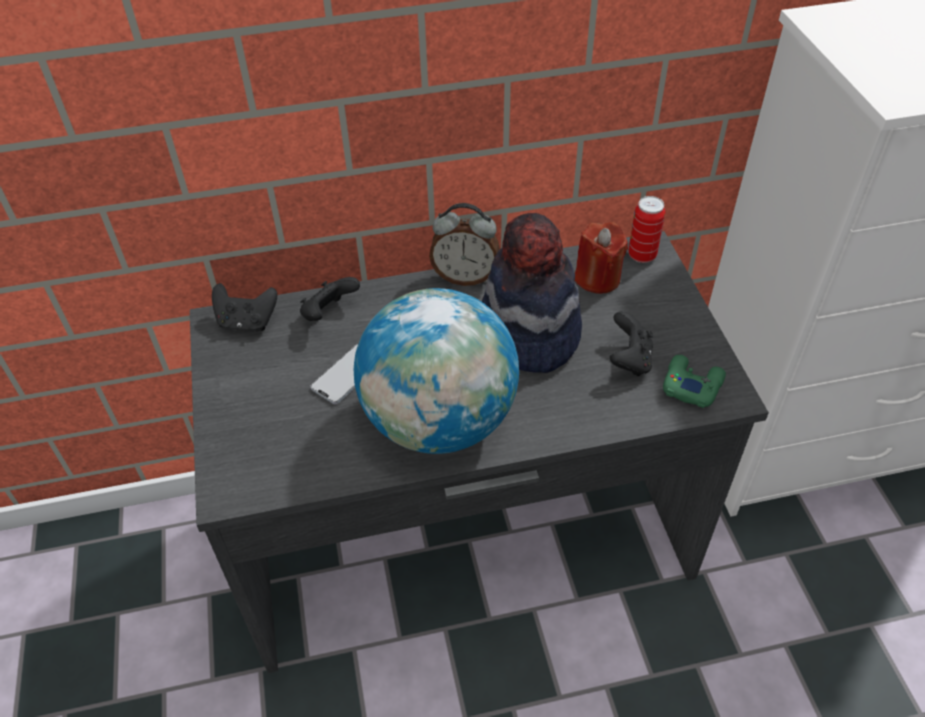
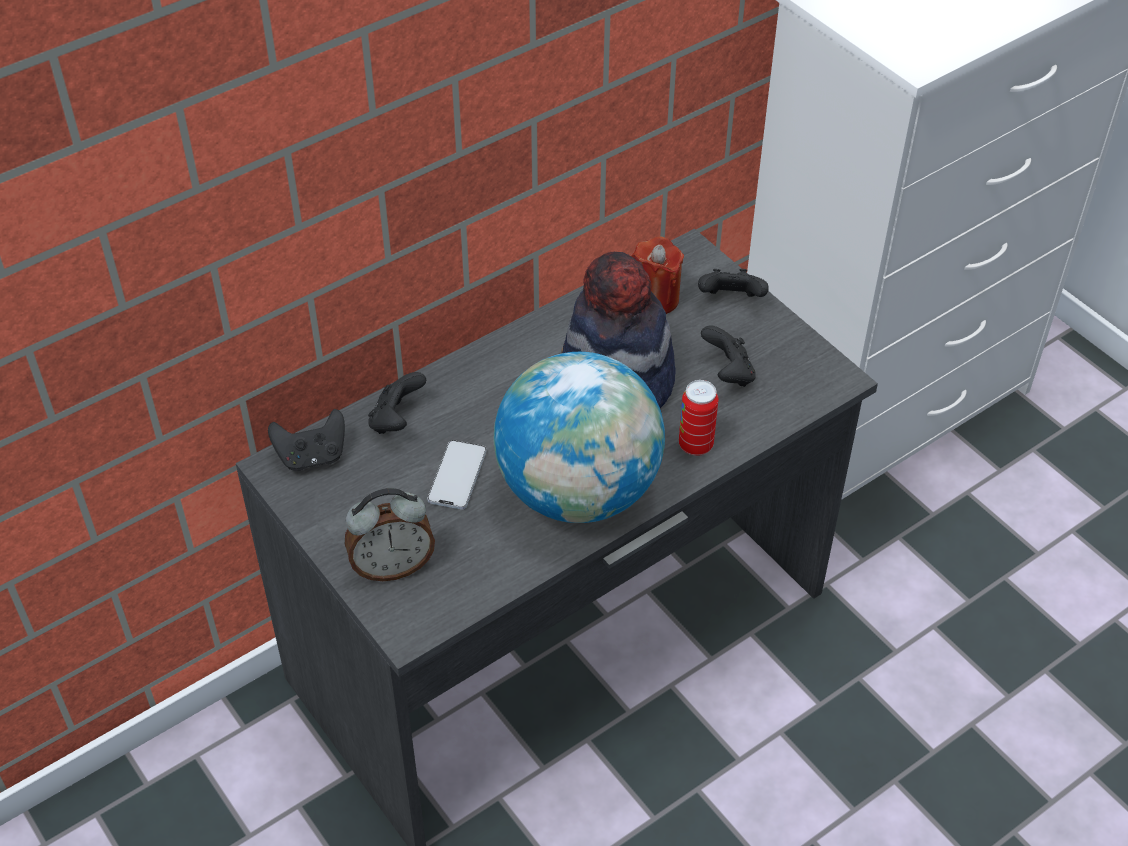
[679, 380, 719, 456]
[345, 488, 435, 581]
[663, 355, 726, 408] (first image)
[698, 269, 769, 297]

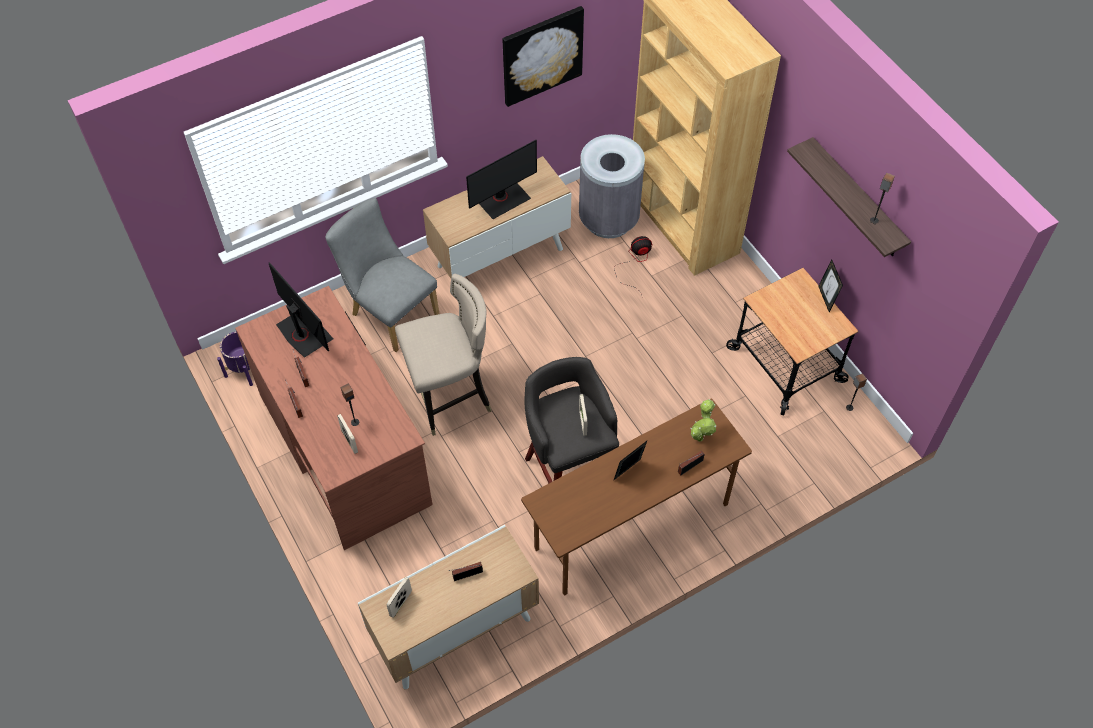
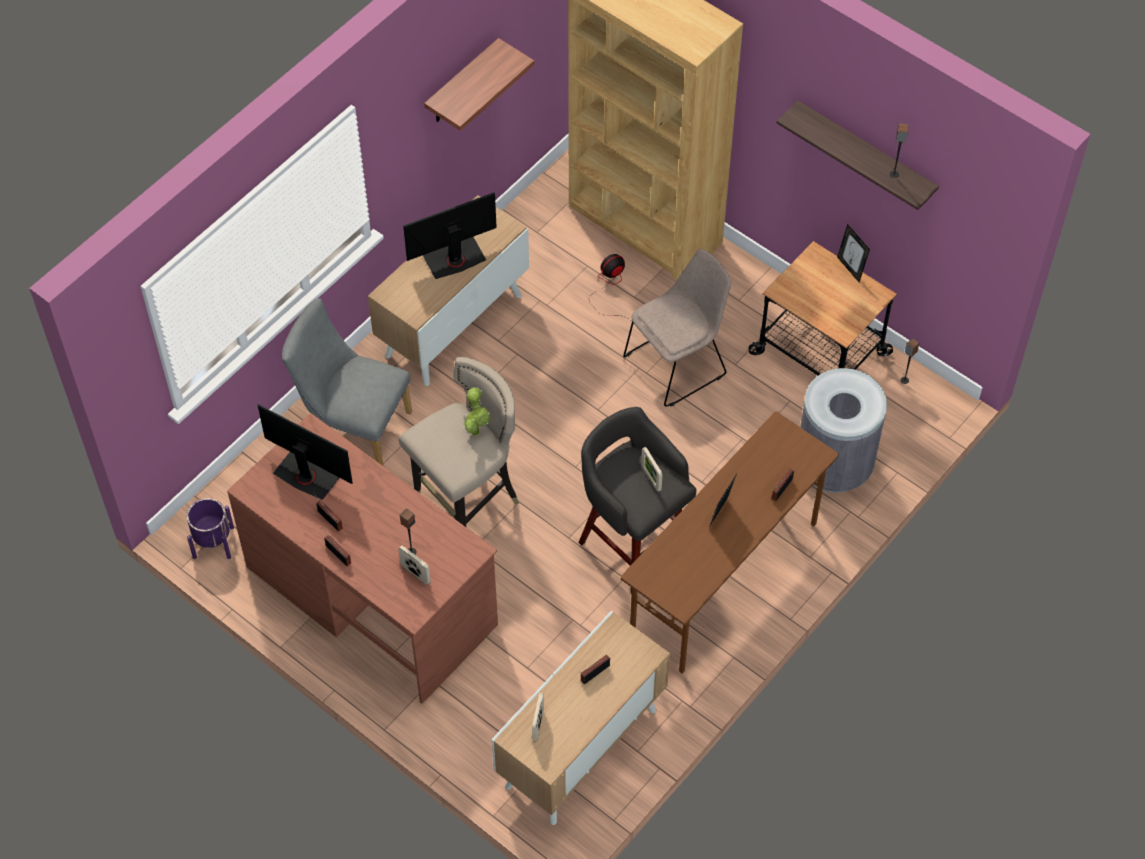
[424, 38, 535, 131]
[800, 368, 887, 493]
[403, 192, 497, 279]
[463, 387, 491, 436]
[623, 249, 731, 407]

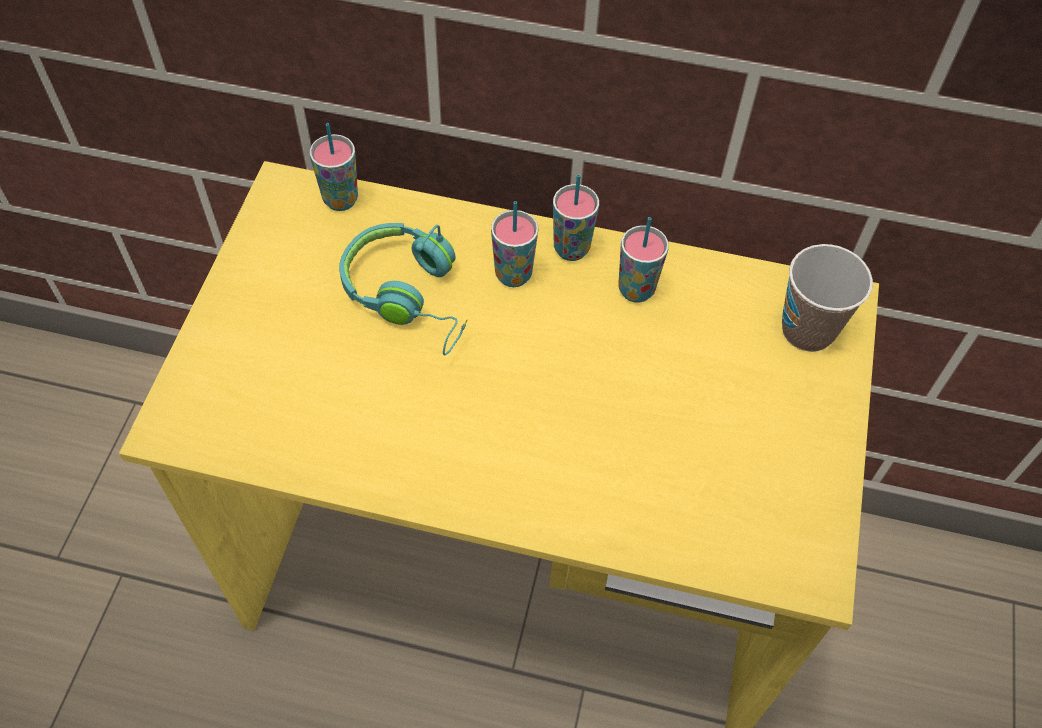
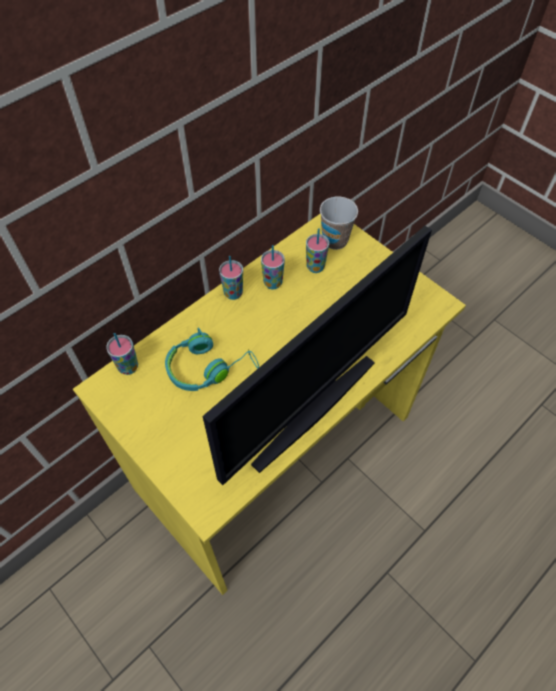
[306, 228, 329, 273]
[203, 226, 432, 485]

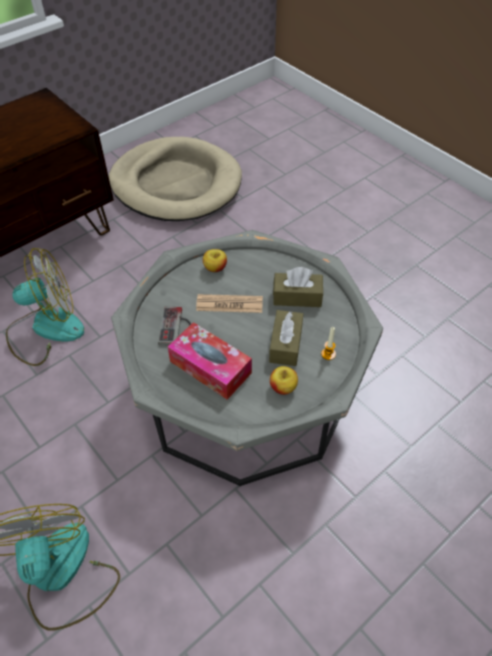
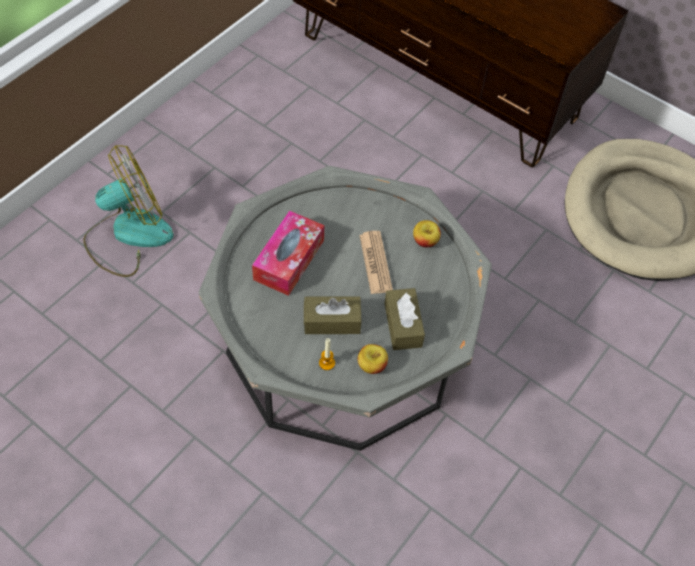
[6, 248, 84, 366] (first image)
[158, 307, 191, 345] (first image)
[358, 344, 388, 374]

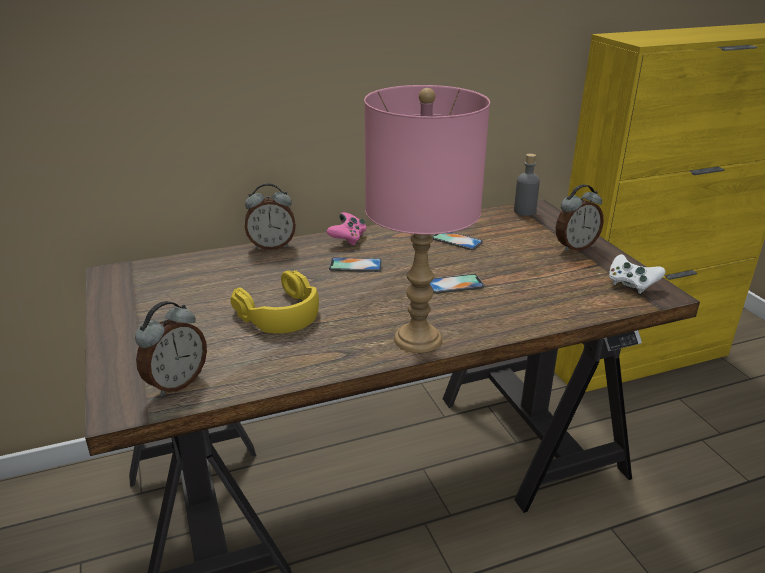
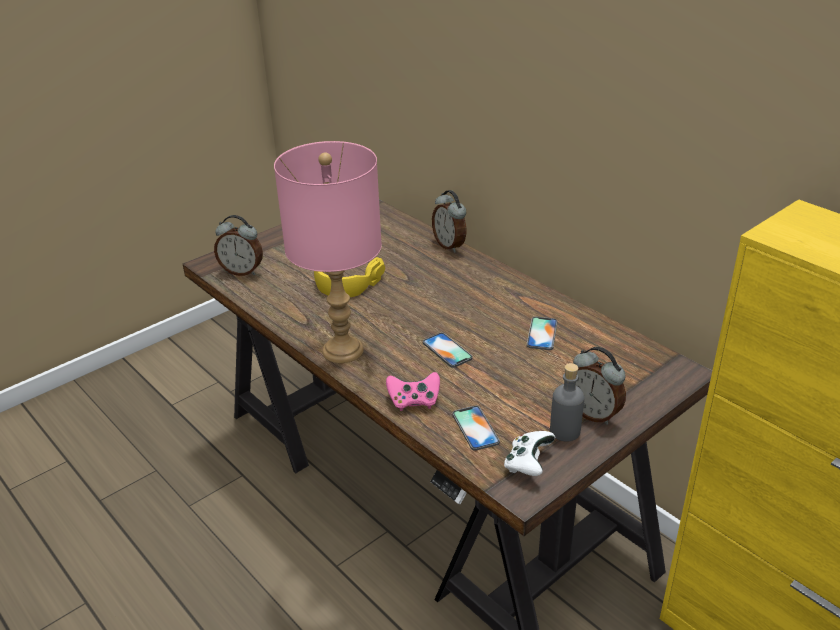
[550, 363, 584, 442]
[386, 372, 440, 411]
[453, 405, 500, 451]

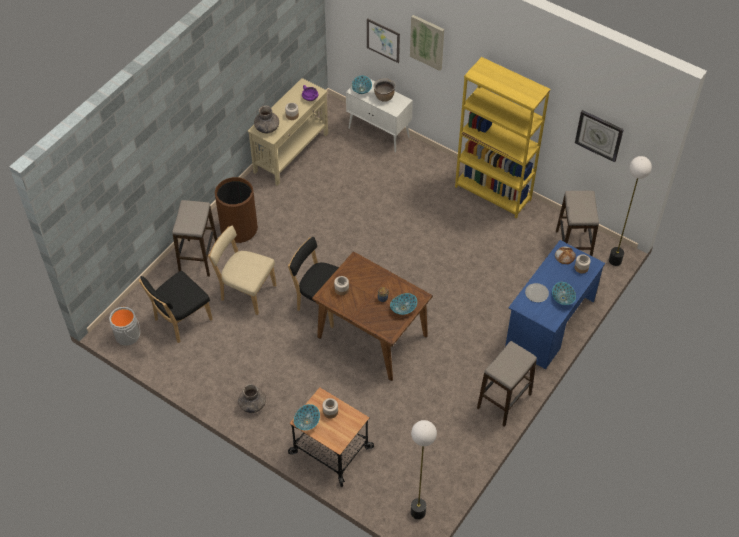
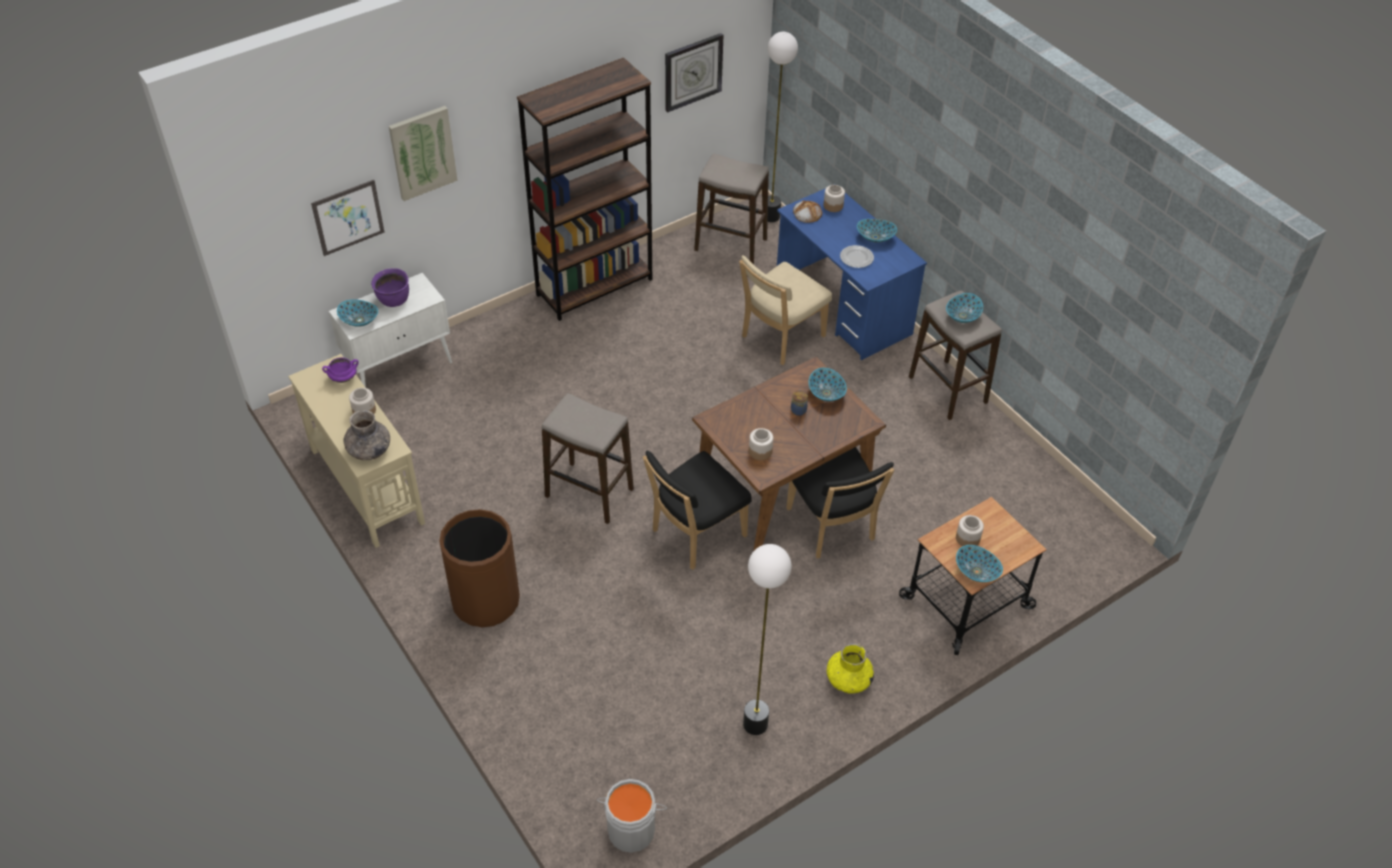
[517, 58, 652, 321]
[371, 268, 409, 307]
[542, 393, 634, 524]
[739, 255, 832, 365]
[786, 447, 894, 558]
[827, 643, 874, 694]
[743, 544, 791, 735]
[946, 293, 983, 323]

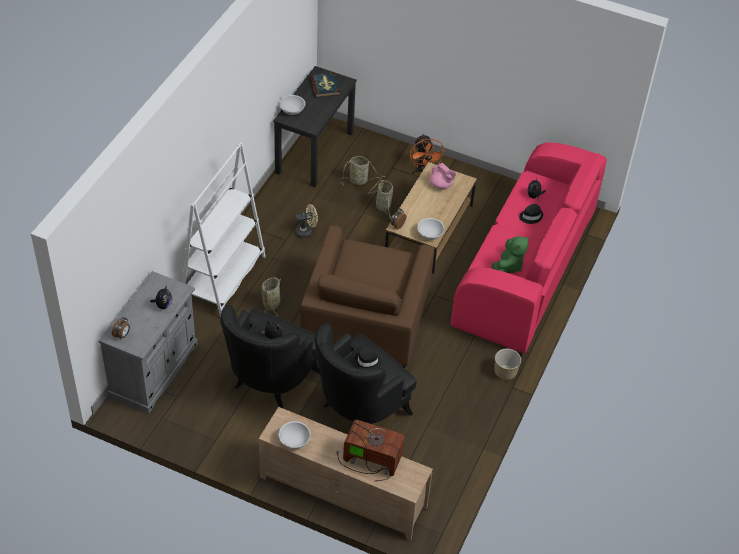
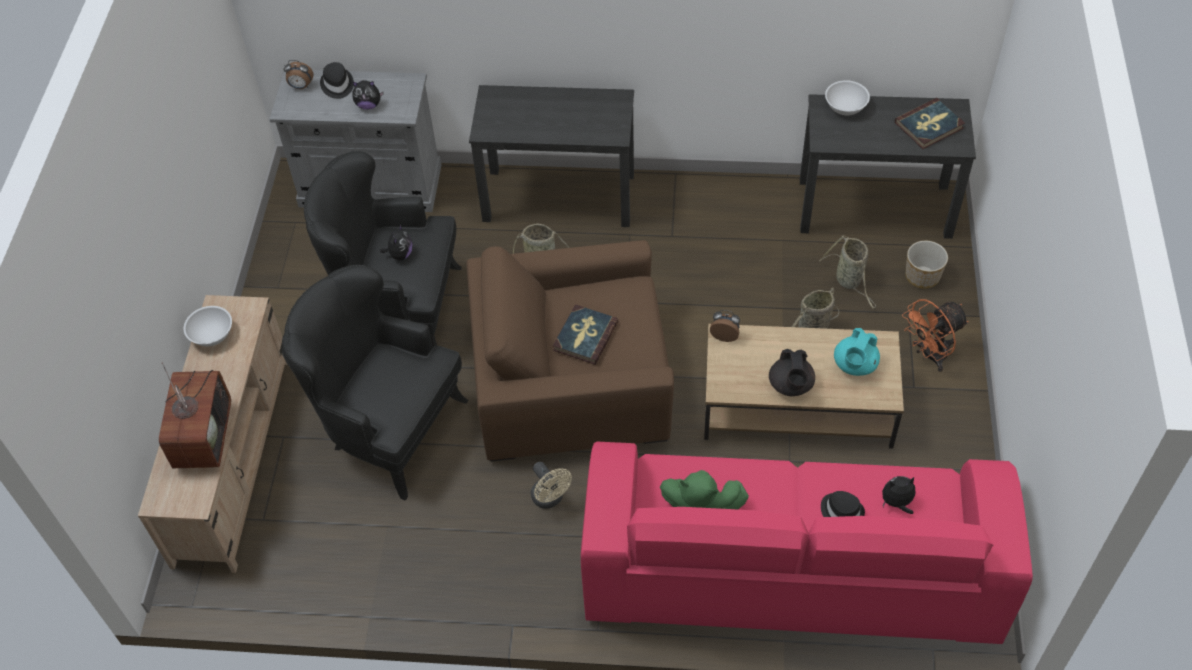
[469, 85, 634, 227]
[834, 328, 880, 376]
[531, 462, 572, 509]
[417, 218, 445, 240] (first image)
[320, 62, 354, 99]
[906, 241, 948, 289]
[553, 304, 618, 365]
[769, 349, 815, 396]

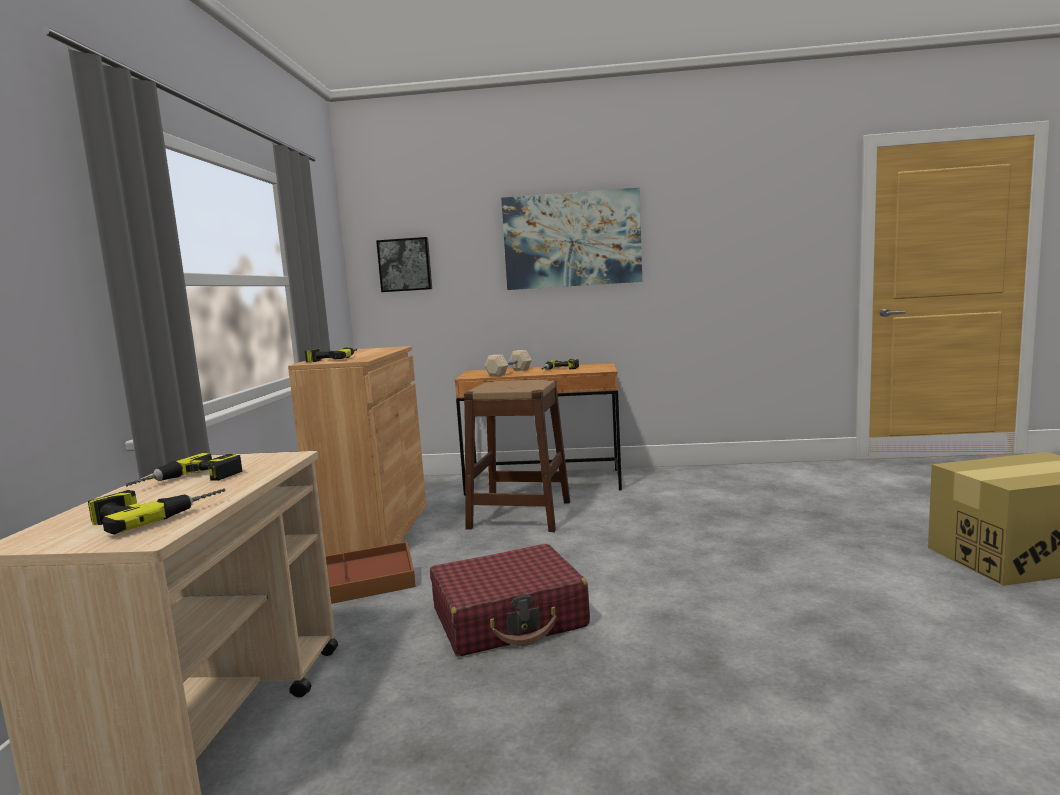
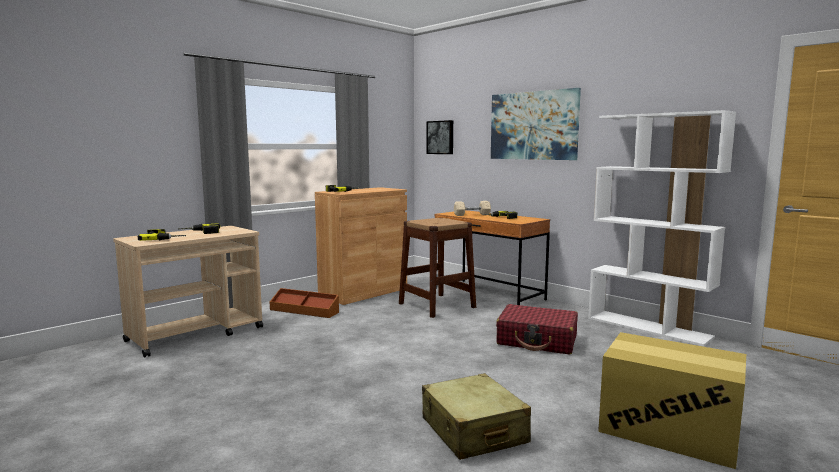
[496, 304, 578, 354]
[588, 110, 736, 347]
[422, 373, 531, 460]

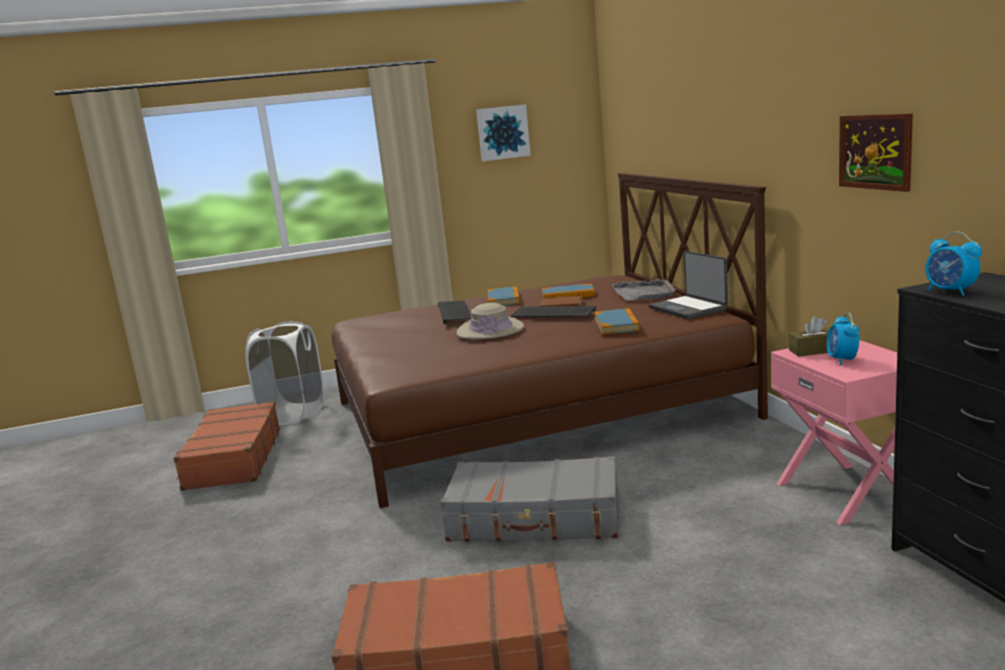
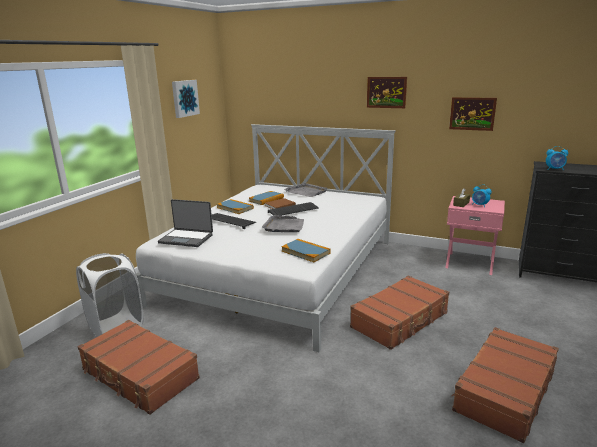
[136, 124, 396, 352]
[158, 199, 213, 247]
[262, 215, 304, 232]
[281, 239, 331, 262]
[350, 275, 449, 350]
[367, 77, 407, 108]

